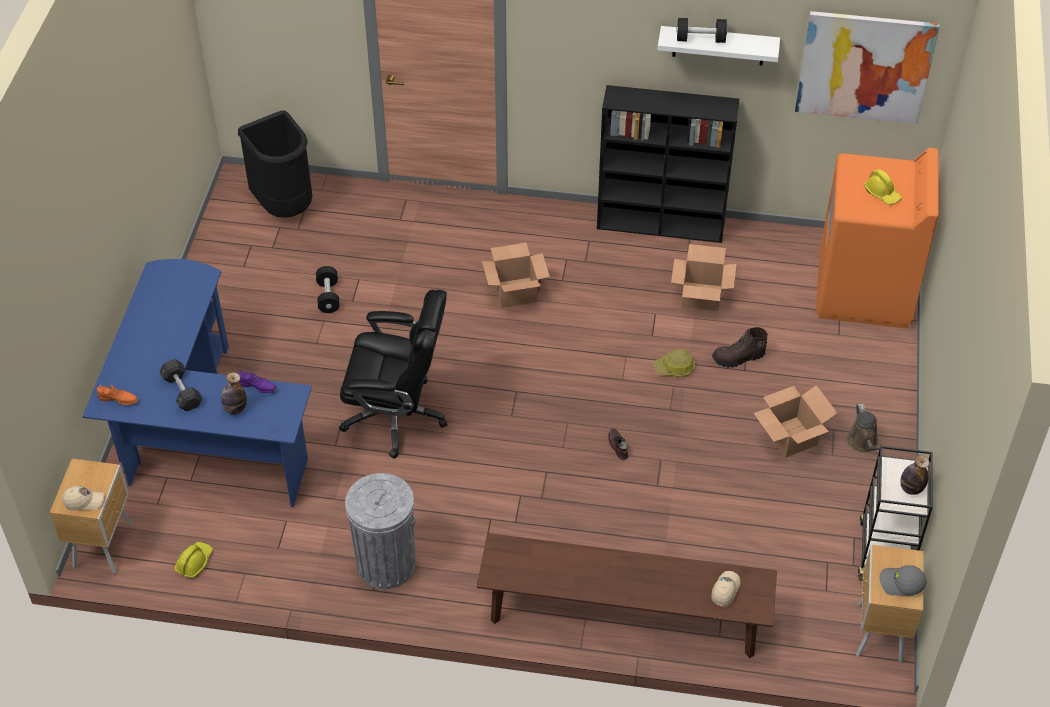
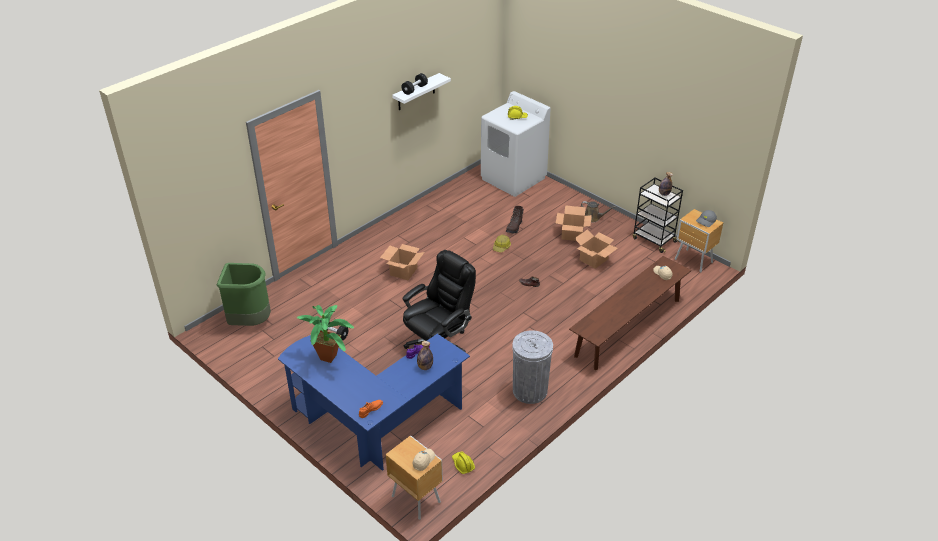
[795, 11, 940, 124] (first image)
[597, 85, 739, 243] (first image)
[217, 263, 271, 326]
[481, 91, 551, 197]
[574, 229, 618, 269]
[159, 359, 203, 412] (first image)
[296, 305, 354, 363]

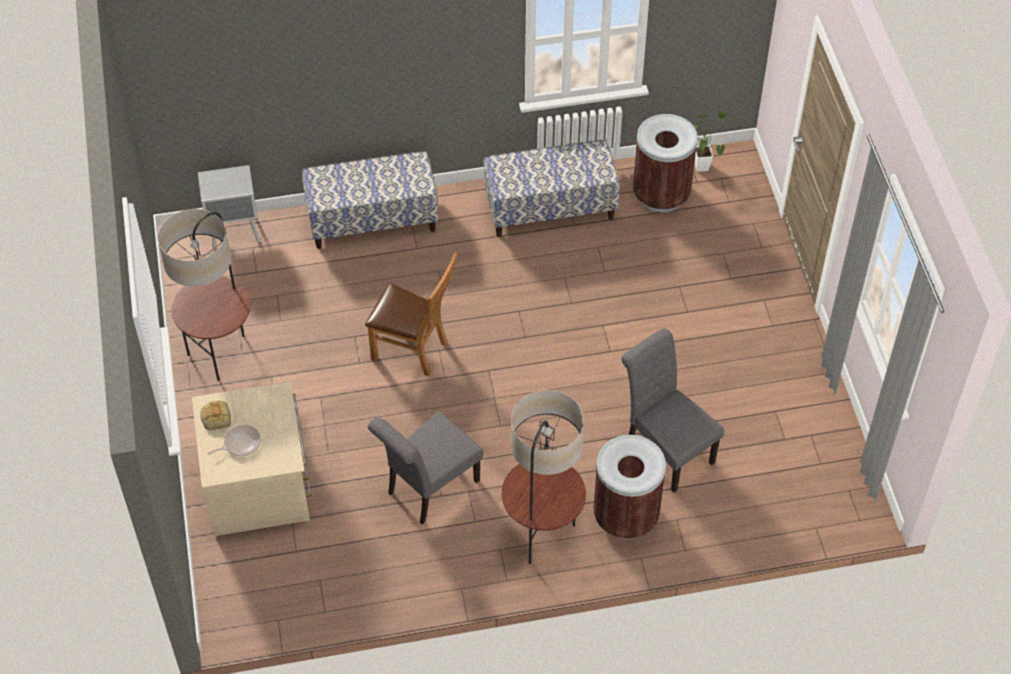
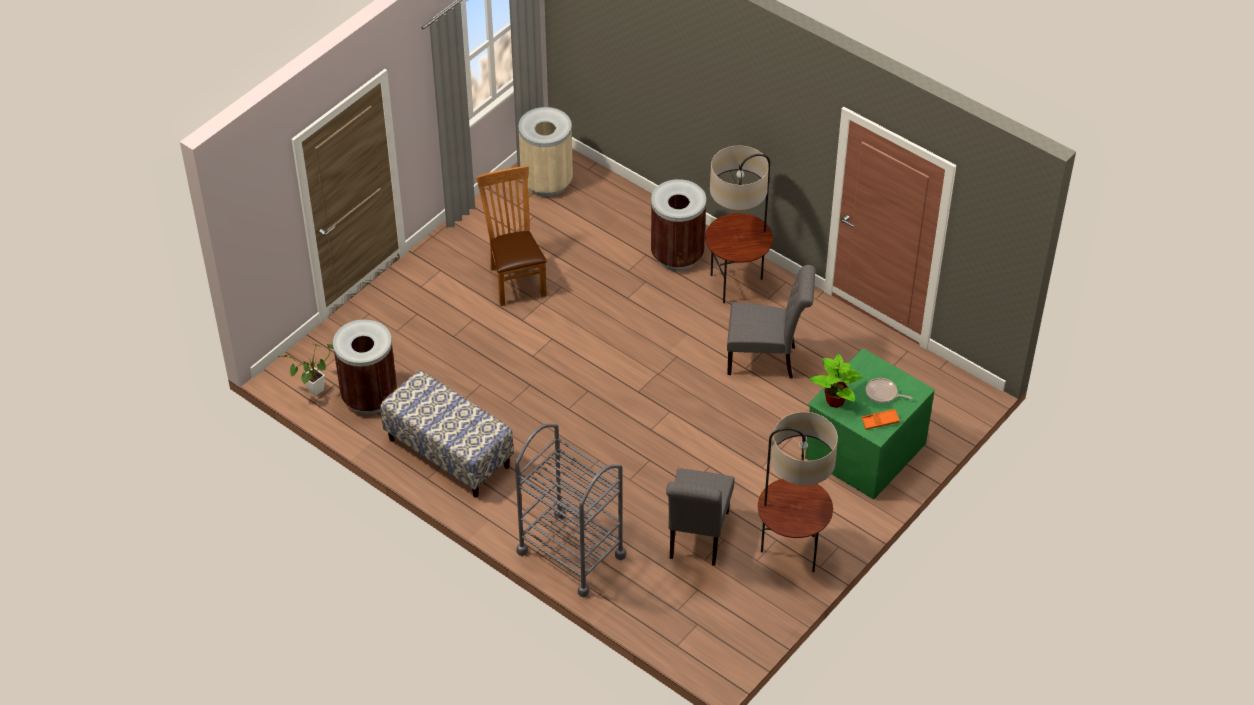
[515, 424, 626, 597]
[198, 165, 260, 249] (first image)
[476, 165, 547, 306]
[666, 468, 735, 566]
[805, 348, 935, 499]
[861, 409, 900, 430]
[518, 107, 573, 197]
[809, 354, 863, 408]

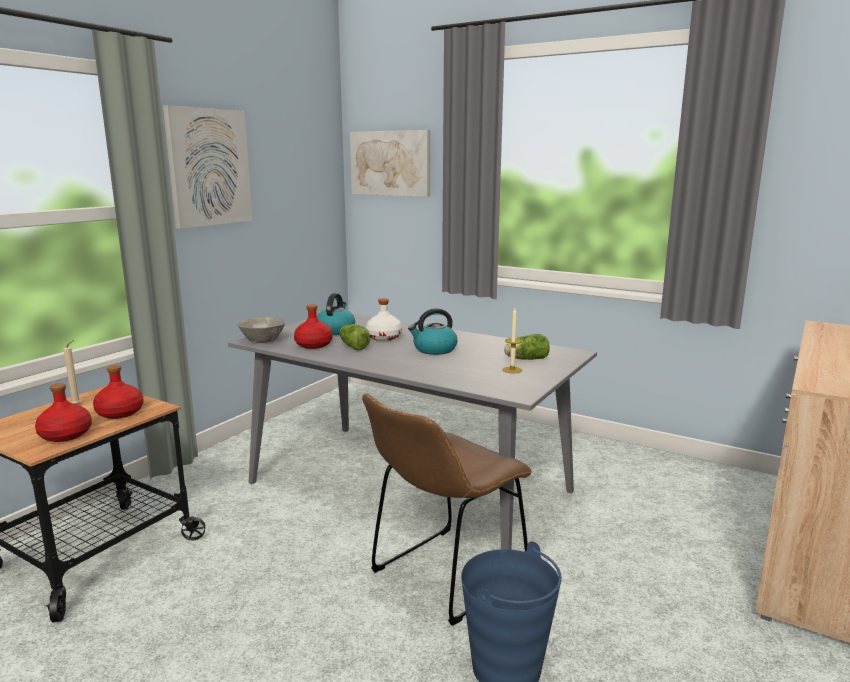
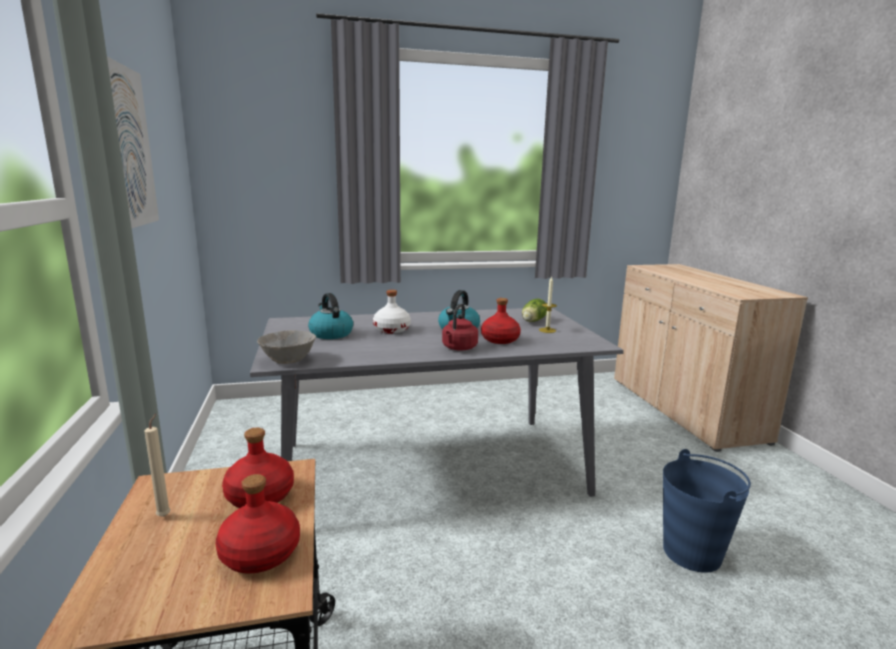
[350, 130, 430, 197] (first image)
[481, 298, 521, 344]
[340, 324, 370, 351] (first image)
[362, 394, 532, 626] (first image)
[442, 303, 478, 351]

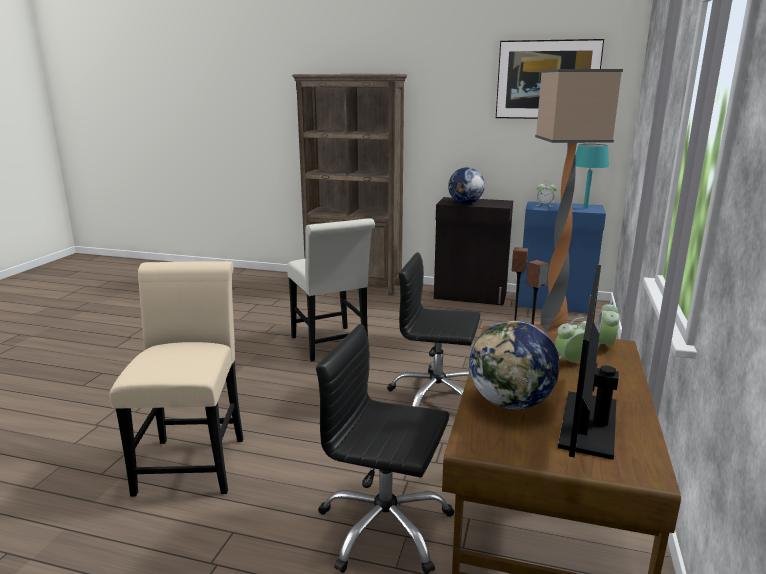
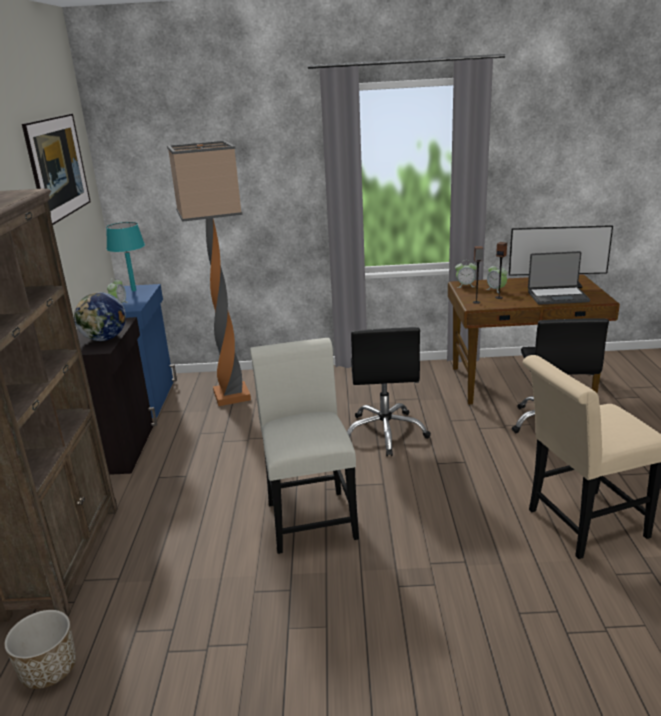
[250, 338, 359, 554]
[528, 251, 590, 305]
[4, 610, 76, 689]

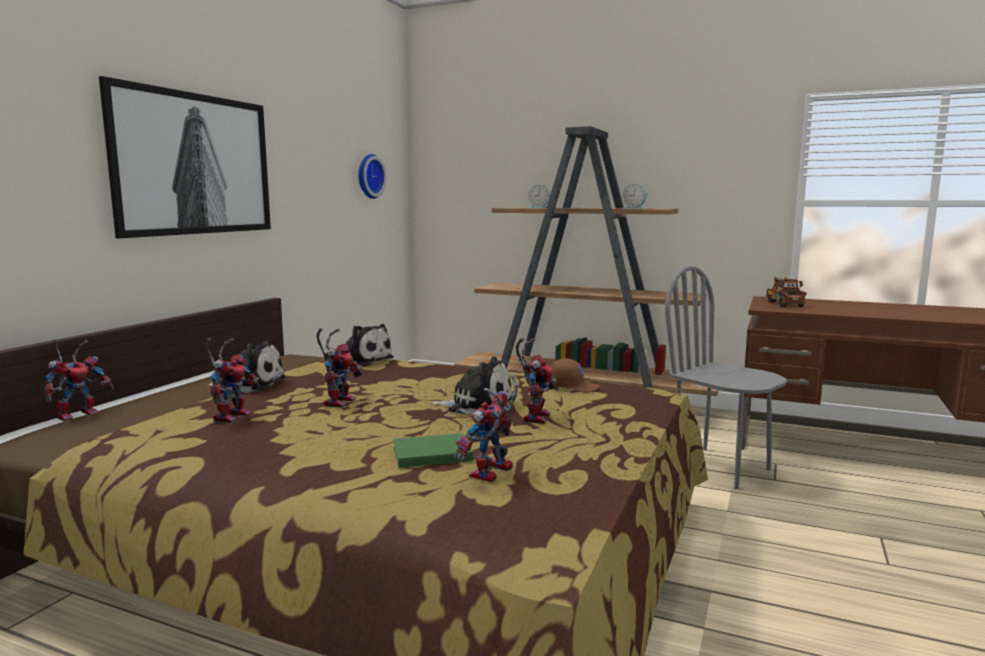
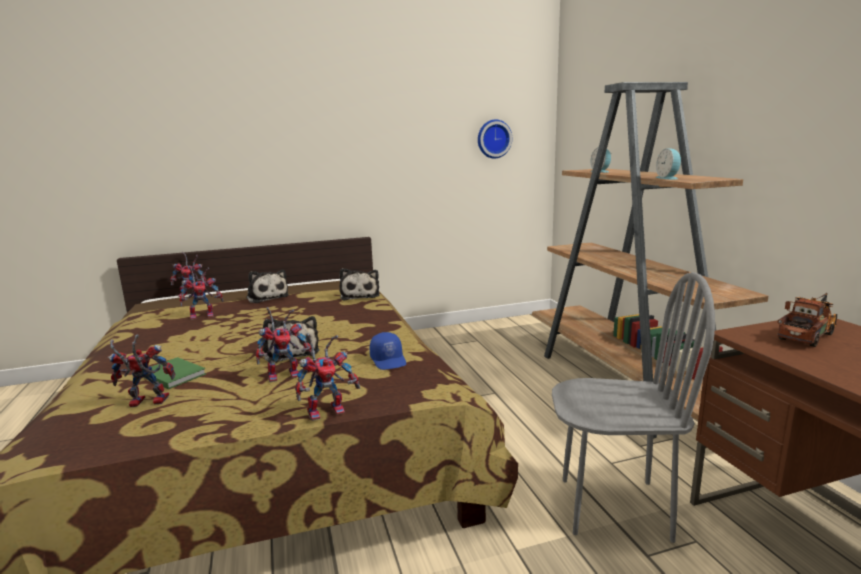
[99, 76, 271, 238] (first image)
[552, 272, 715, 543]
[295, 334, 360, 421]
[370, 332, 406, 370]

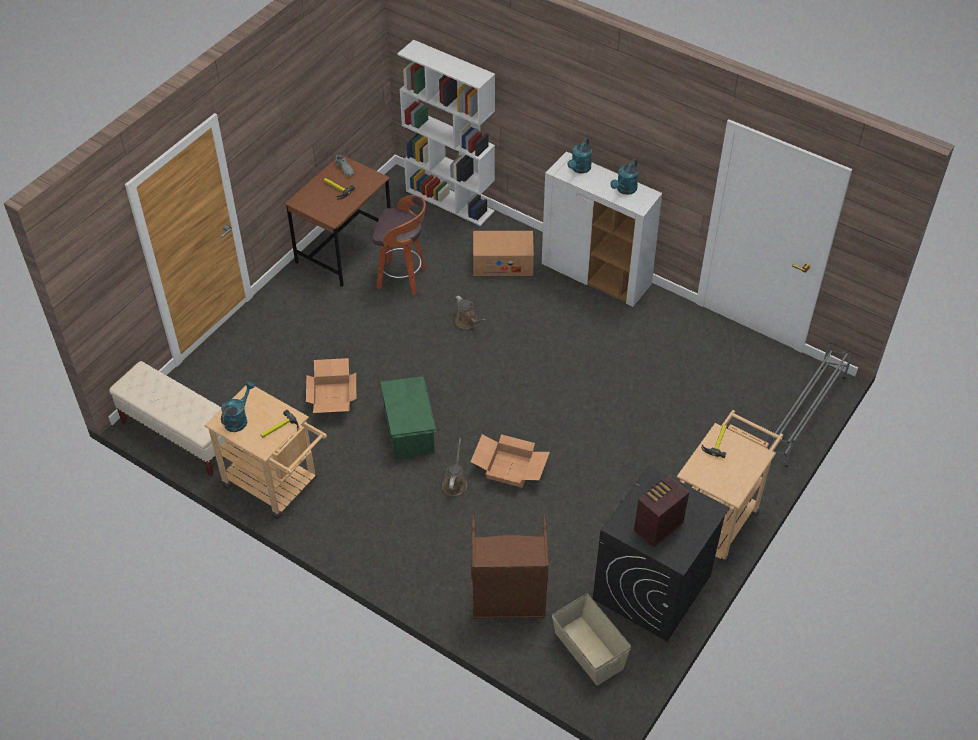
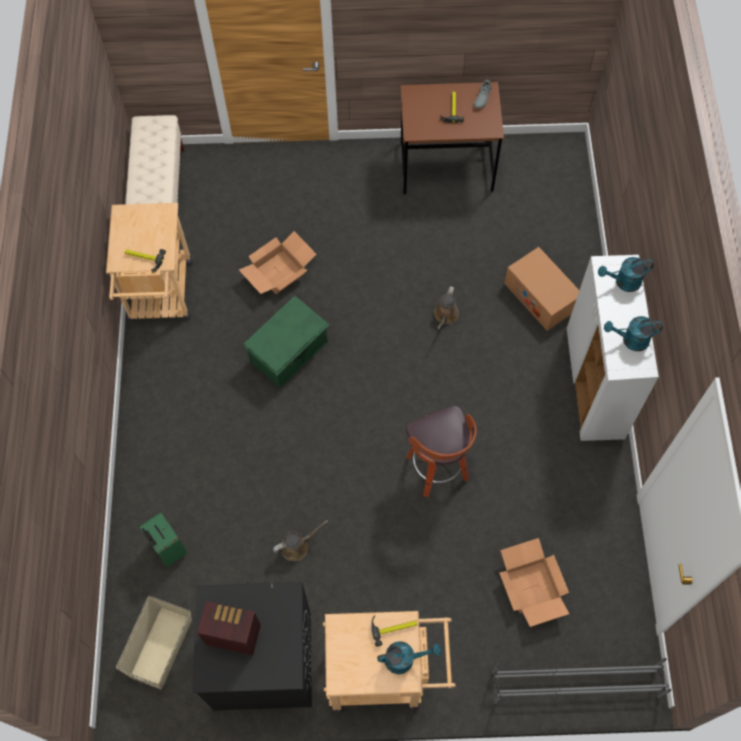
[397, 40, 495, 226] (first image)
[406, 406, 477, 497]
[377, 641, 441, 674]
[499, 538, 569, 627]
[273, 520, 328, 561]
[139, 512, 187, 567]

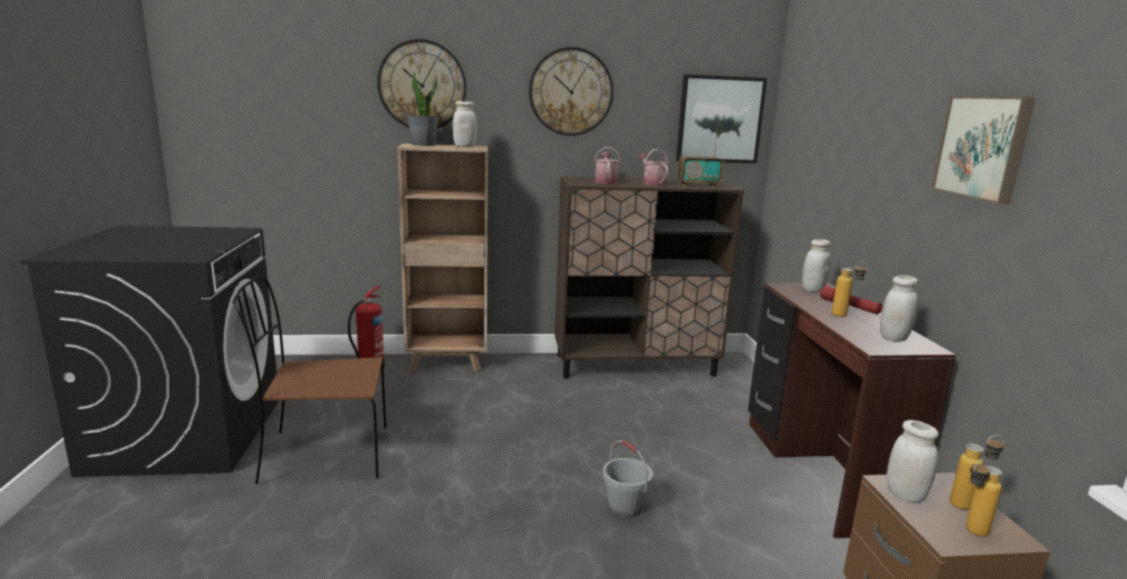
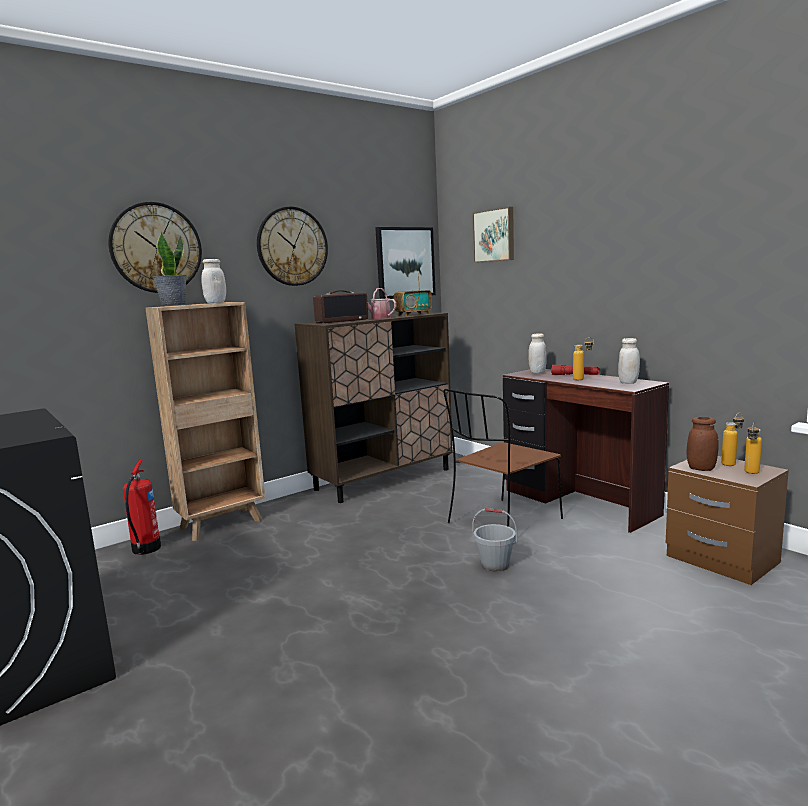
[472, 207, 514, 263]
[313, 290, 368, 323]
[443, 389, 563, 527]
[686, 417, 719, 471]

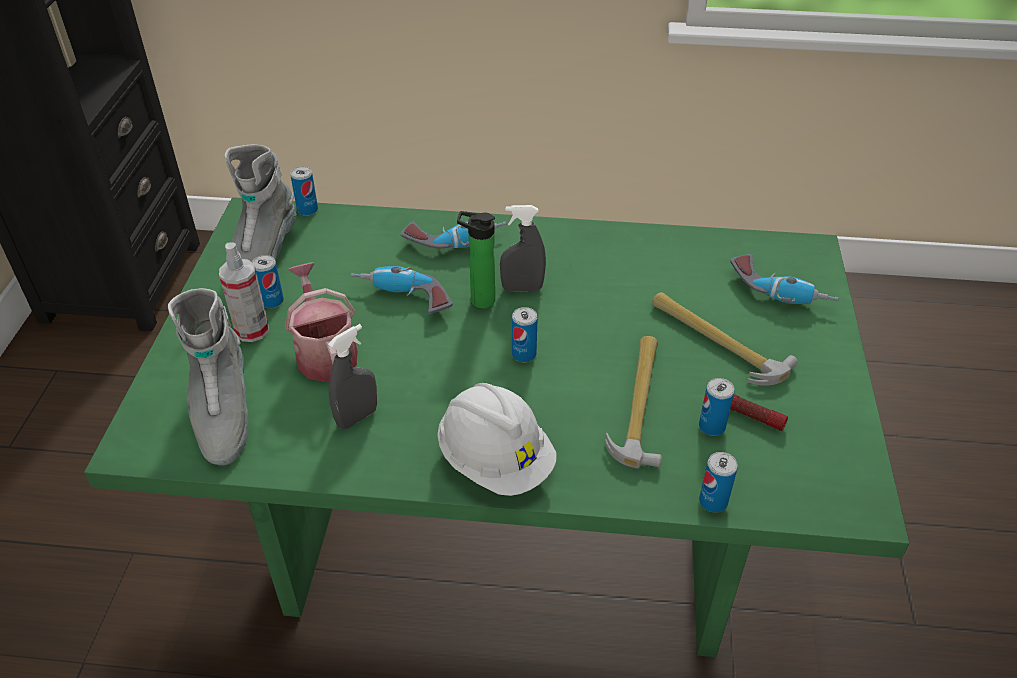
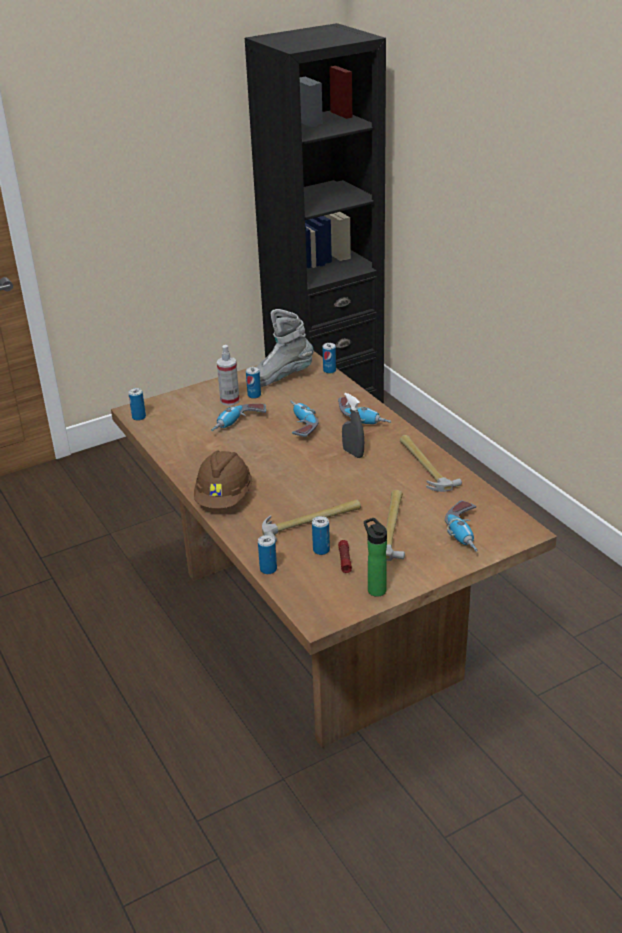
[111, 351, 557, 748]
[364, 518, 387, 597]
[211, 404, 266, 431]
[168, 288, 248, 465] (first image)
[128, 388, 146, 421]
[328, 324, 377, 429] (first image)
[194, 450, 252, 509]
[400, 435, 462, 492]

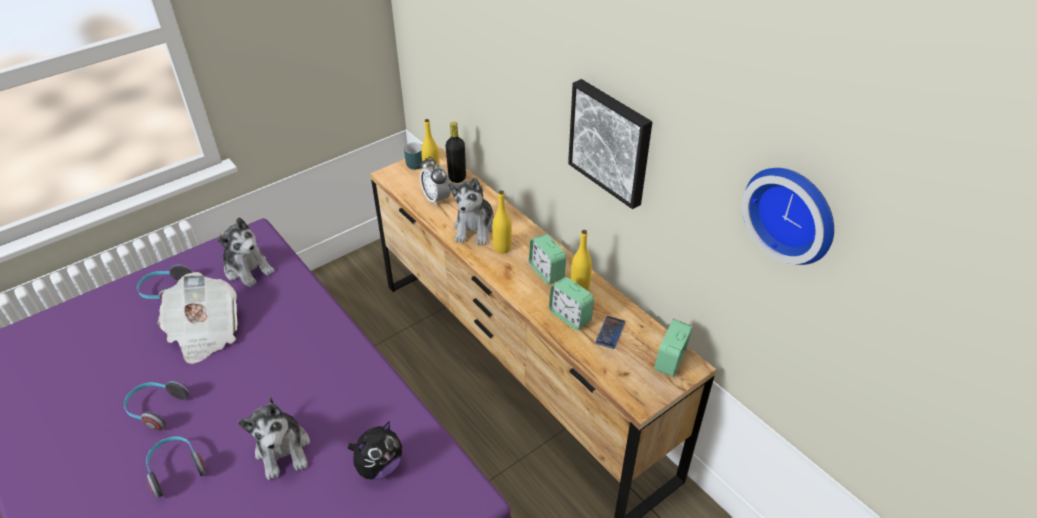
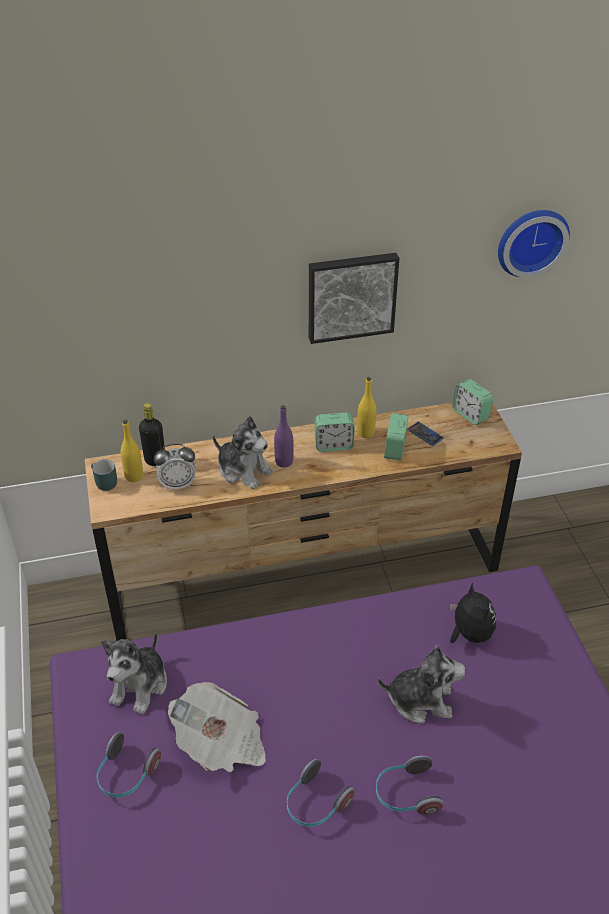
[274, 405, 294, 467]
[101, 632, 167, 715]
[384, 413, 409, 461]

